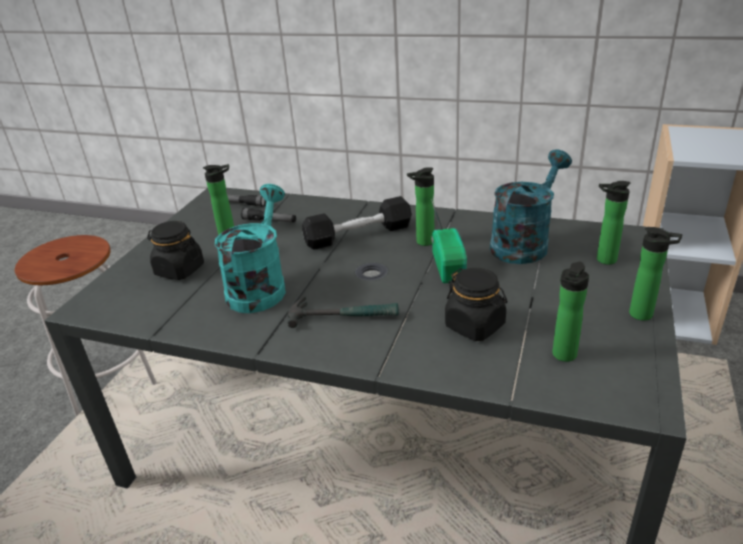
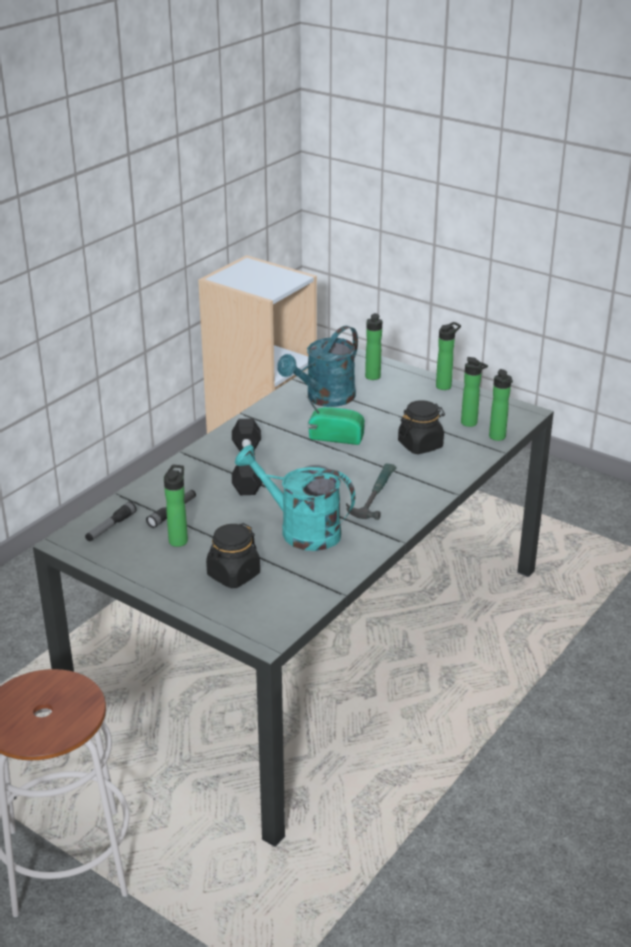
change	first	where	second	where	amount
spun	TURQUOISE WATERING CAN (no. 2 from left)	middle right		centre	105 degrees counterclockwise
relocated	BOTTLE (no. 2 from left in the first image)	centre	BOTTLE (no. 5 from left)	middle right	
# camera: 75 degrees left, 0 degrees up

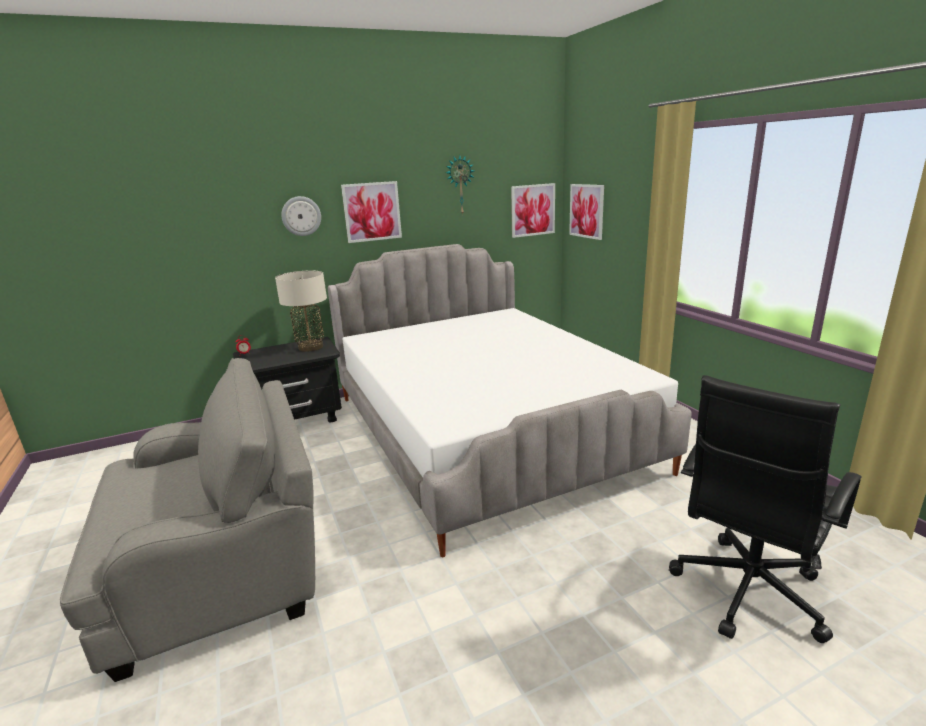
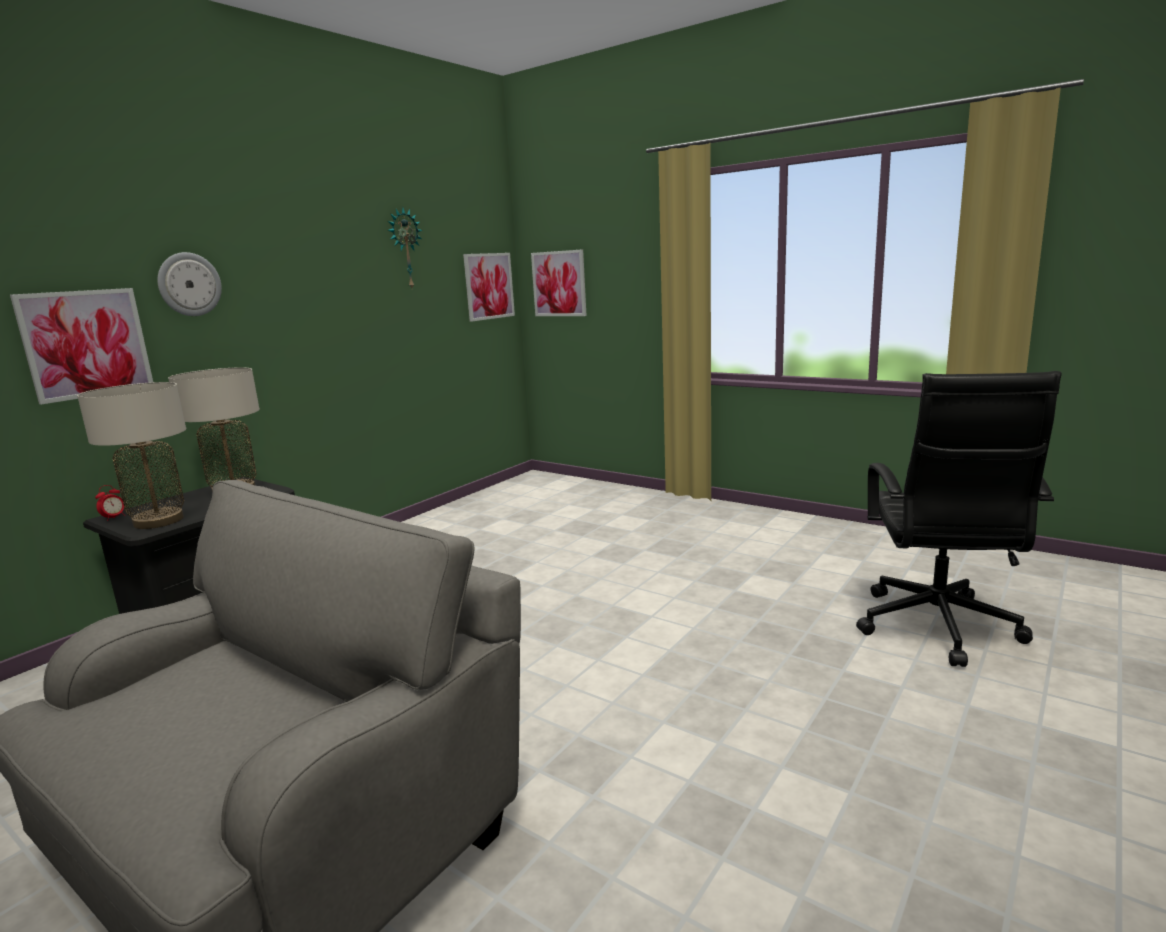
change	first	where	second	where	amount
relocated	PICTURE (no. 1 from left)	top centre		middle left	
missing	BED	centre			
appeared			TABLE LAMP (no. 1 from left)	middle left	
# camera: 30 degrees left, 5 degrees down

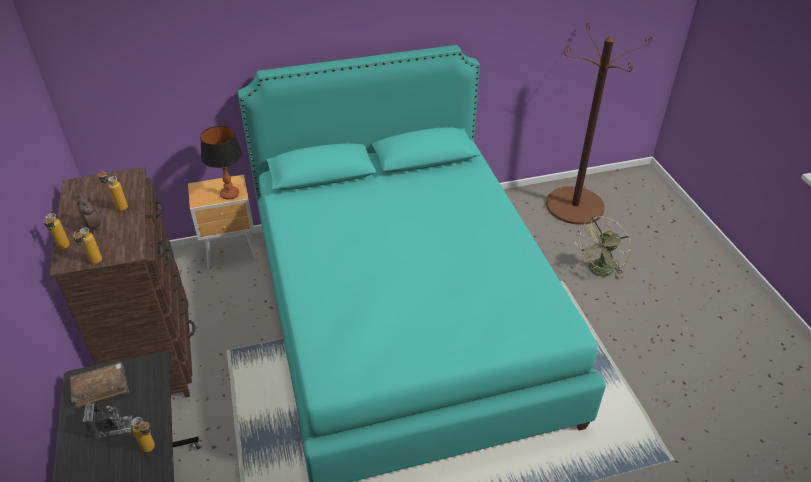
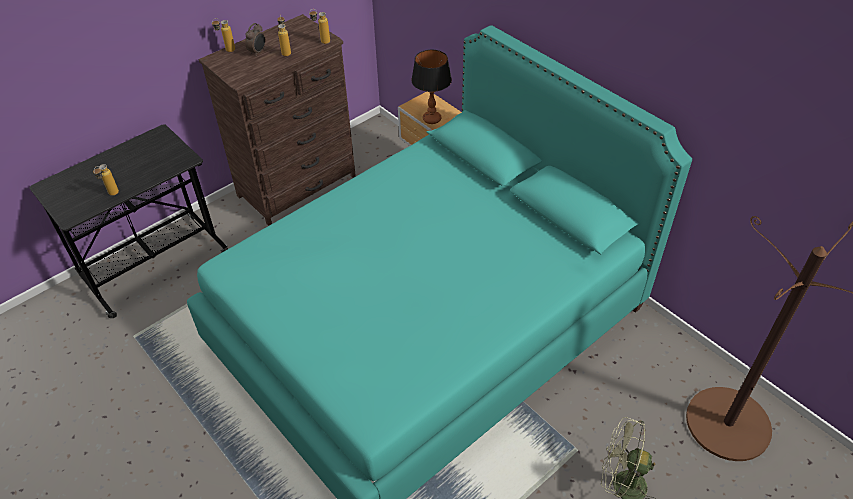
change	first	where	second	where	amount
relocated	BOTTLE (no. 2 from left in the first image)	middle left	BOTTLE (no. 4 from left)	top centre	
missing	BROWN BOOK	bottom left			
missing	PHOTO CAMERA	bottom left			
# camera: 65 degrees right, 5 degrees up

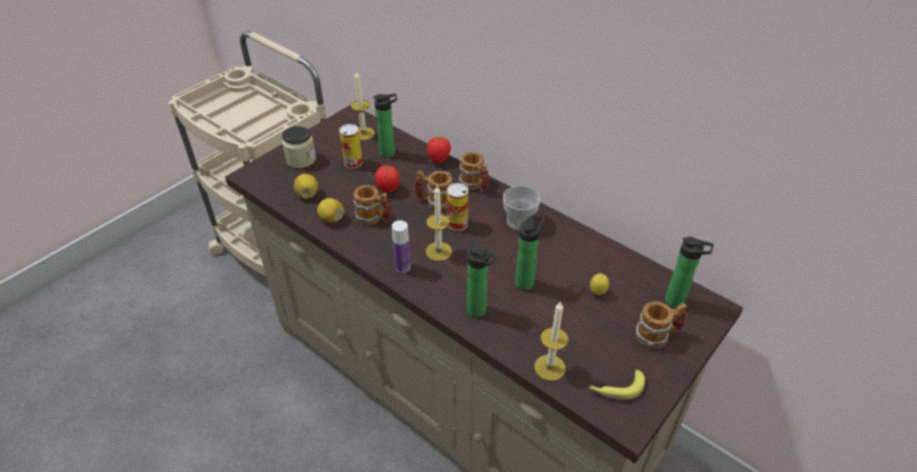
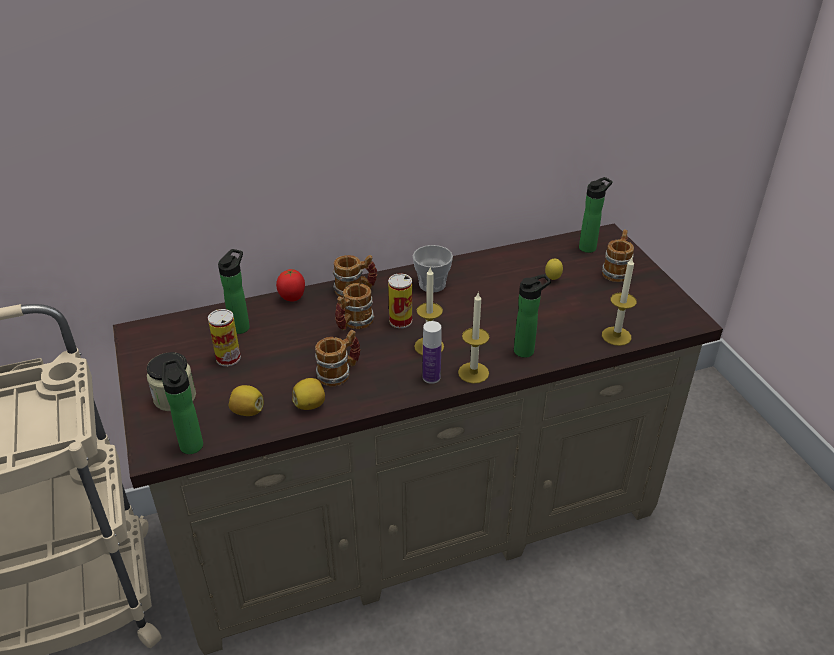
change	first	where	second	where	amount
relocated	CANDLE (no. 1 from left in the first image)	top centre	CANDLE (no. 2 from left)	centre	
missing	TOMATO (no. 1 from left)	centre			
relocated	BOTTLE (no. 4 from left in the first image)	centre	BOTTLE (no. 1 from left)	middle left	
missing	BANANA	bottom right			
# camera: 60 degrees left, 5 degrees down

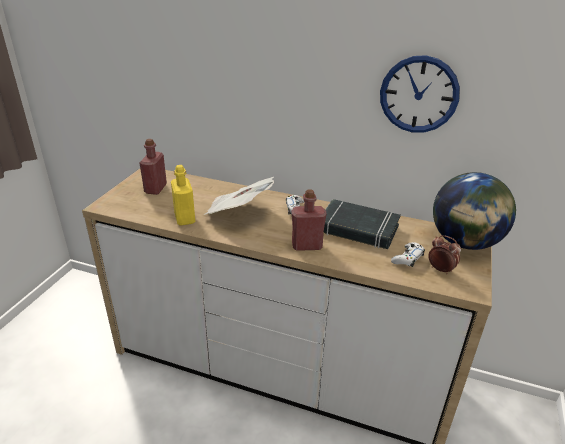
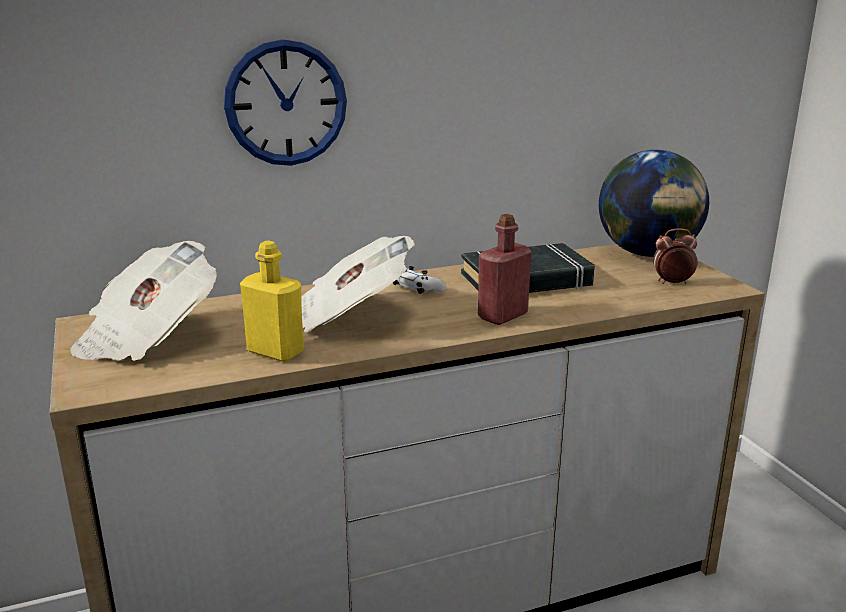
change	first	where	second	where	amount
relocated	WALL CLOCK	top right		top centre	
exchanged	RED BOTTLE (no. 1 from left)	middle left	NEWSPAPER (no. 1 from left)	middle left	
missing	WHITE GAME CONTROLLER (no. 2 from left)	middle right			
# camera: 40 degrees left, 10 degrees down

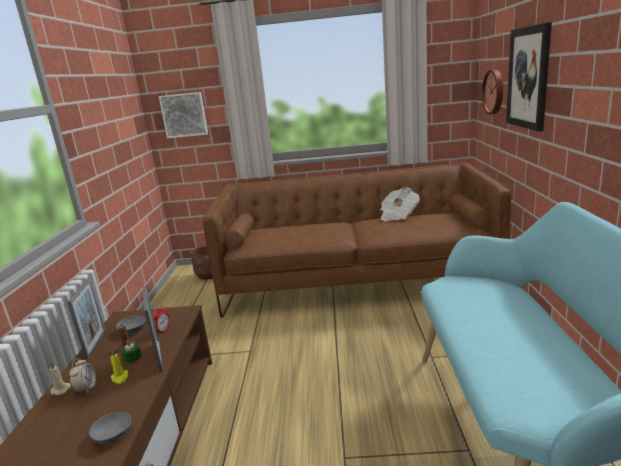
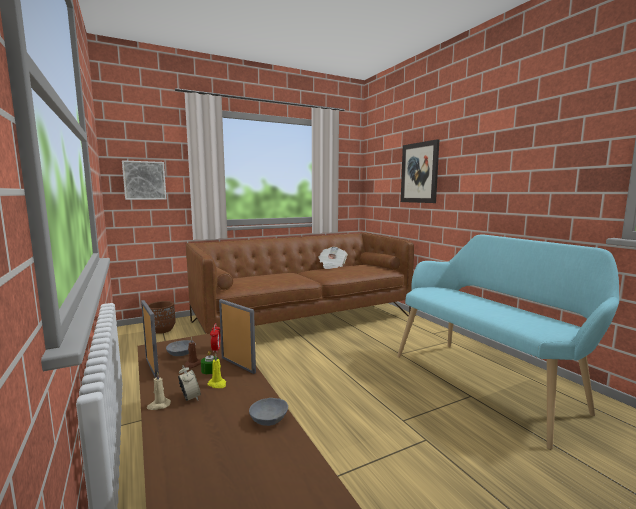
change	first	where	second	where	amount
missing	WALL CLOCK	top right			
# camera: 30 degrees left, 10 degrees down

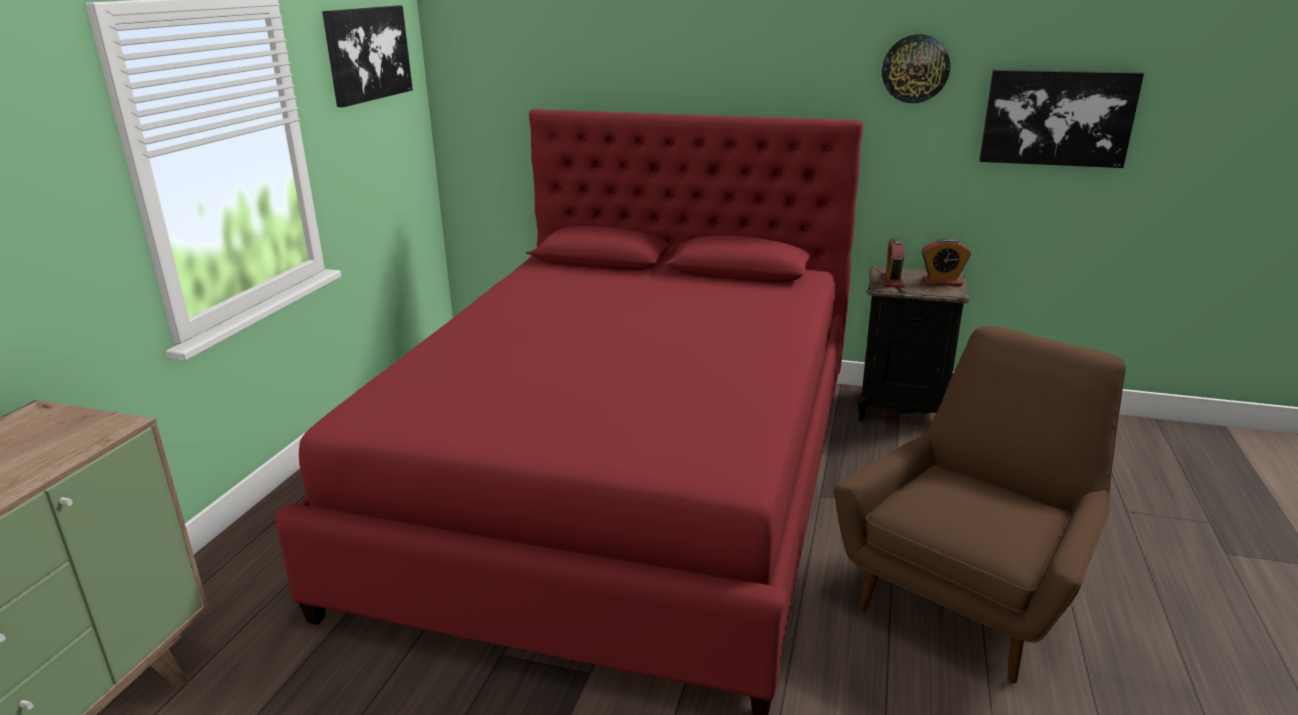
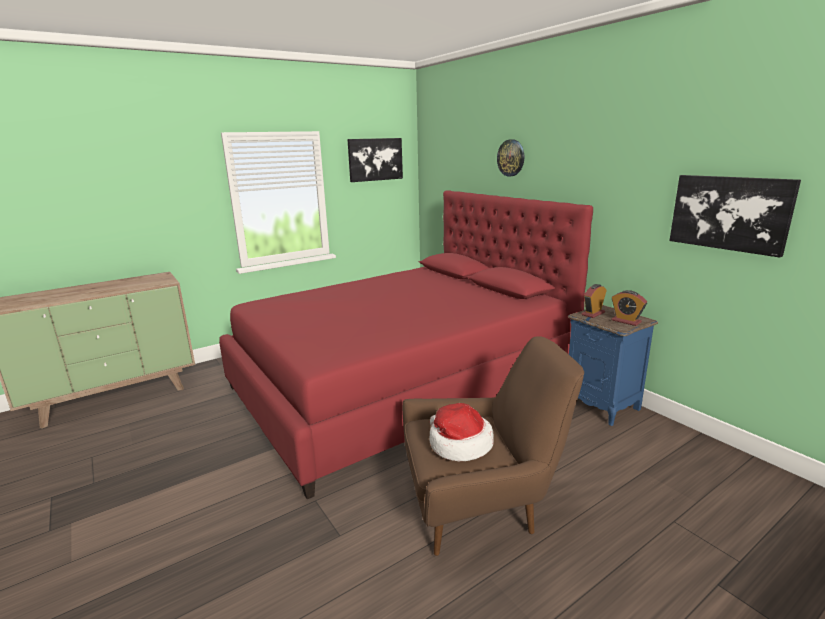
change	first	where	second	where	amount
relocated	WALL CLOCK	top right		top centre	
colour	BLACK NIGHTSTAND	middle right	BLUE NIGHTSTAND	middle right	
appeared			HAT	bottom centre	
# camera: 40 degrees right, 5 degrees down

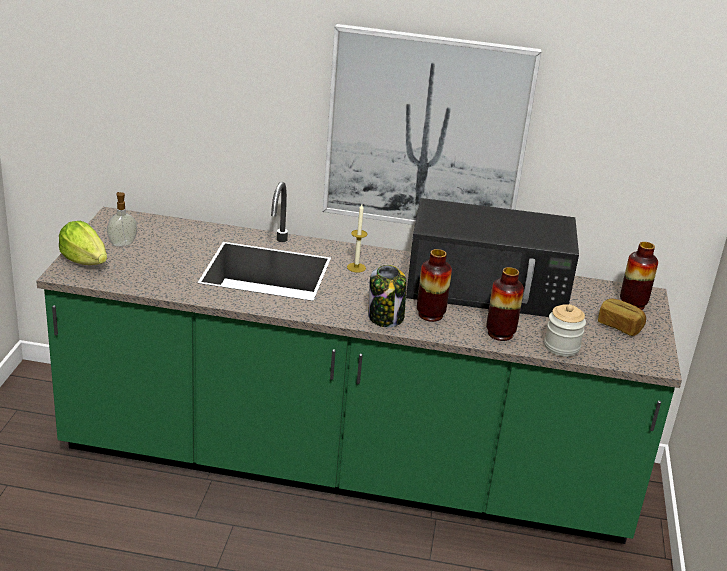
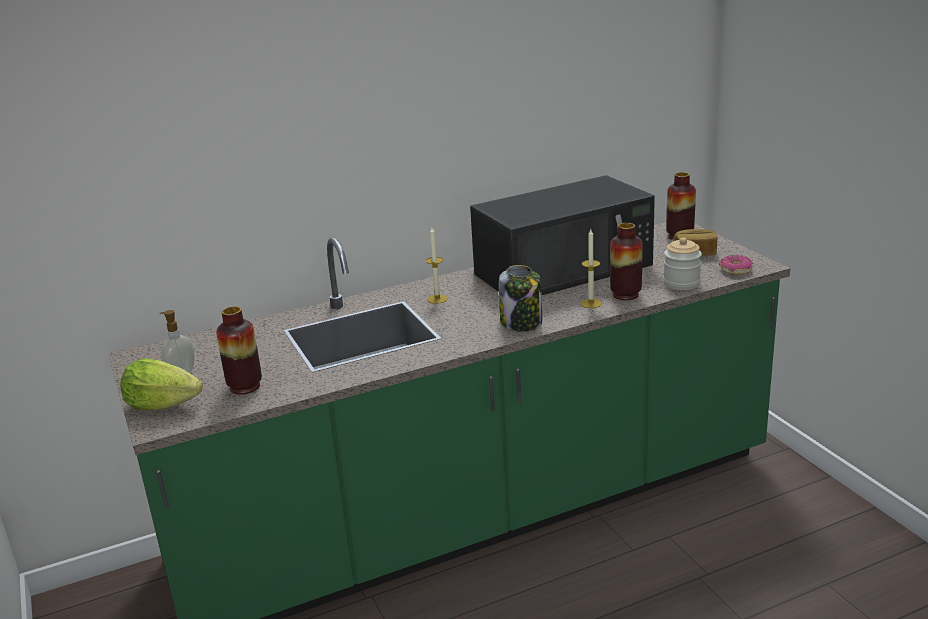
change	first	where	second	where	amount
missing	PICTURE	top centre			
relocated	VASE (no. 1 from left)	centre		middle left	
appeared			CANDLE (no. 2 from left)	centre	
appeared			DONUT	middle right	
# camera: 30 degrees left, 5 degrees down

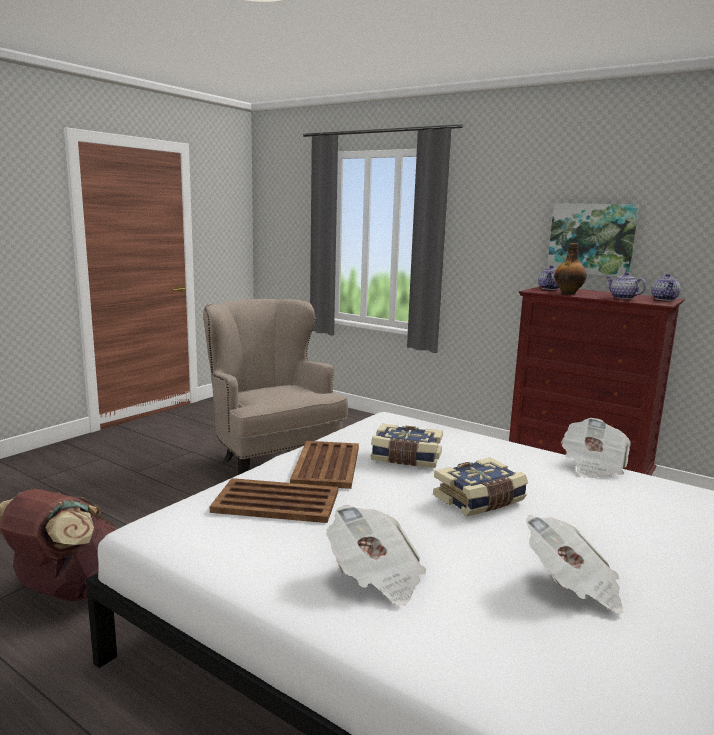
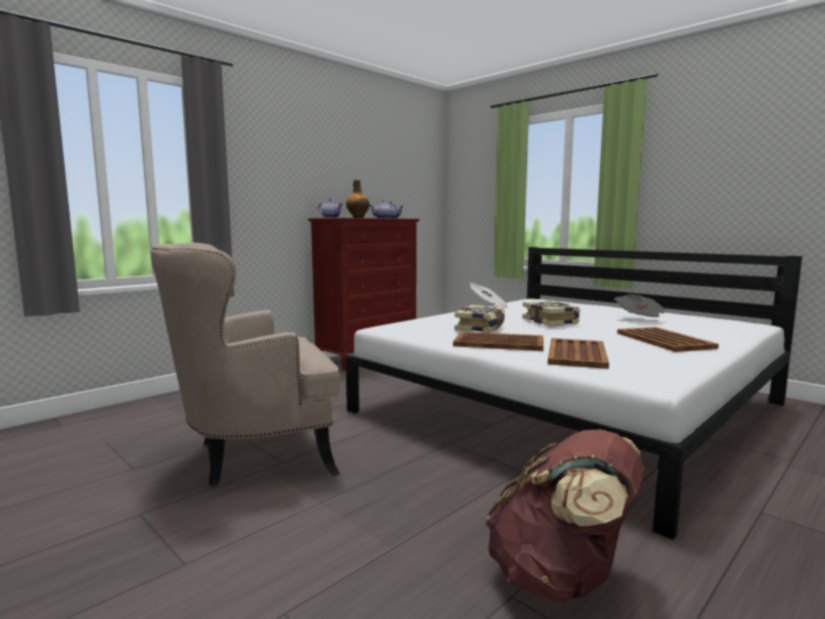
change	first	where	second	where	amount
missing	PICTURE	top right			
exchanged	NEWSPAPER (no. 1 from left)	bottom centre	BROWN TRAY (no. 3 from left)	middle right	
# camera: 80 degrees left, 5 degrees down

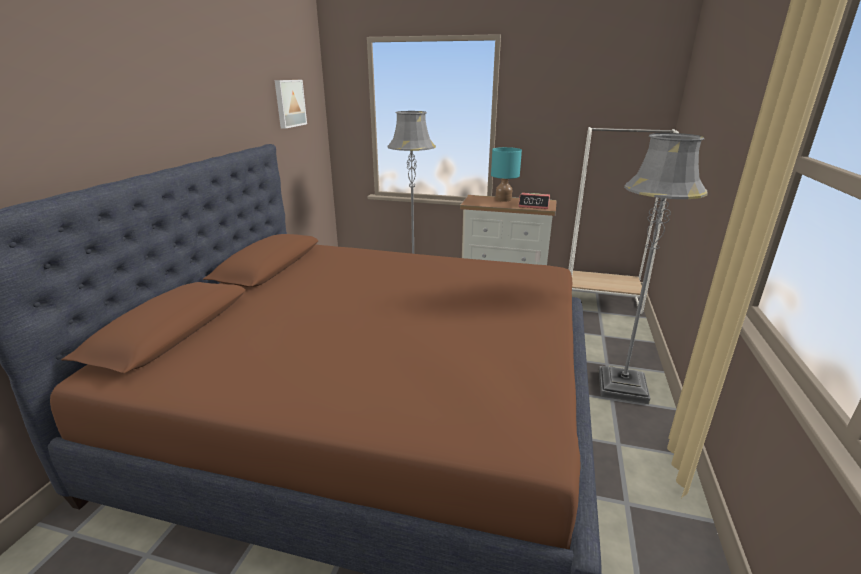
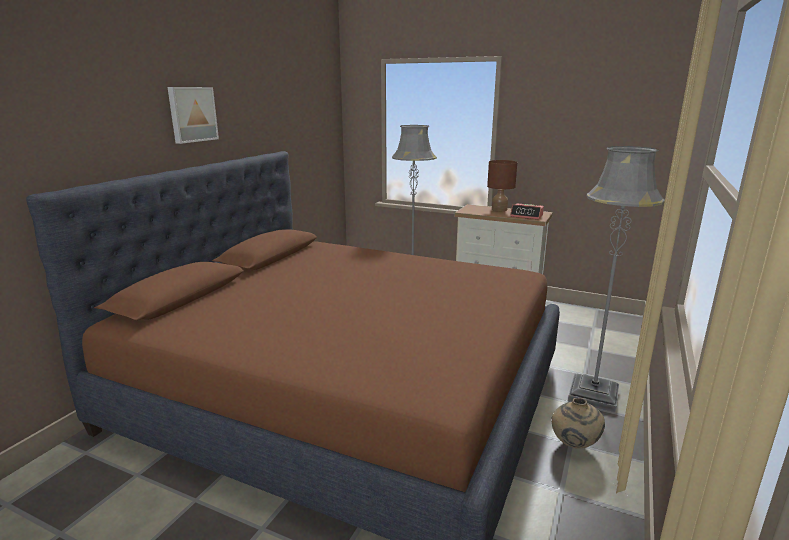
change	first	where	second	where	amount
relocated	PICTURE	top centre		top left	
missing	CLOTHES RACK	middle right			
colour	TURQUOISE TABLE LAMP	top centre	BROWN TABLE LAMP	centre	
appeared			BEIGE VASE	bottom right	
# camera: 10 degrees right, 5 degrees down

